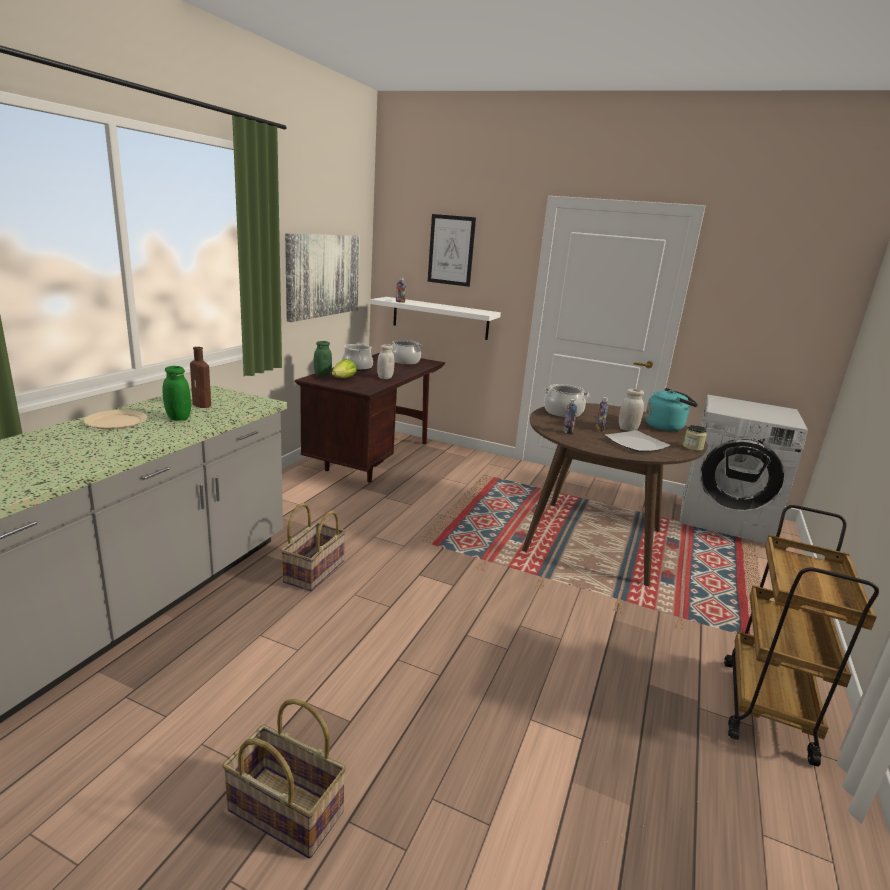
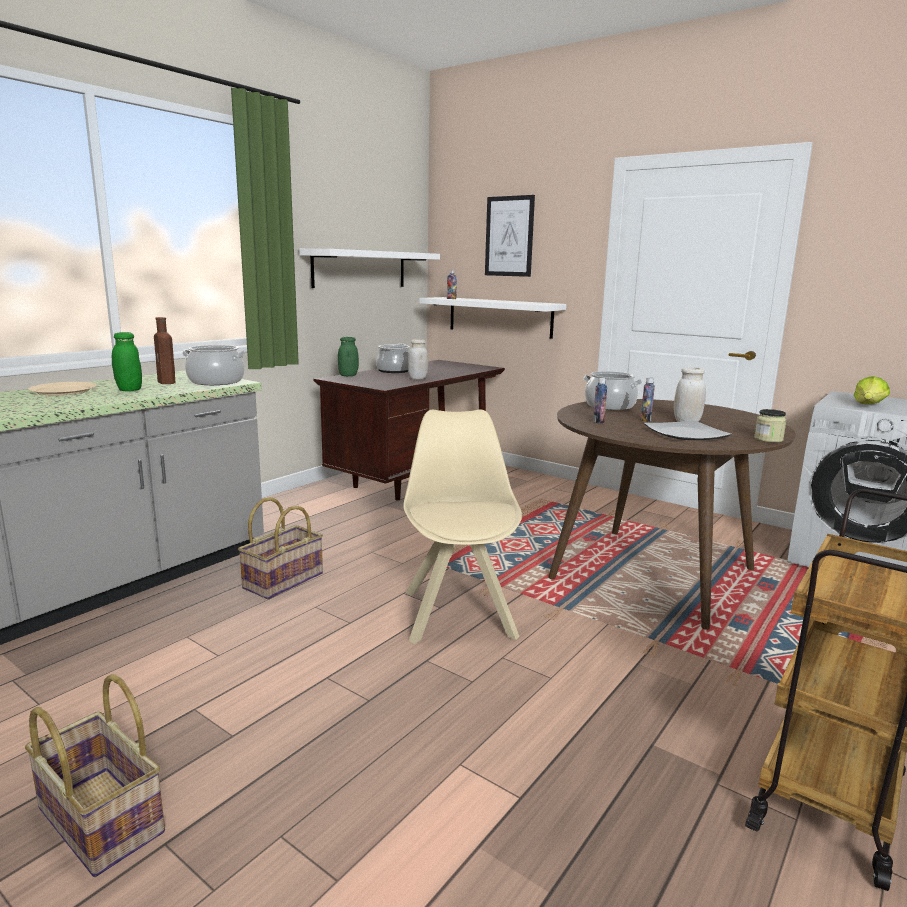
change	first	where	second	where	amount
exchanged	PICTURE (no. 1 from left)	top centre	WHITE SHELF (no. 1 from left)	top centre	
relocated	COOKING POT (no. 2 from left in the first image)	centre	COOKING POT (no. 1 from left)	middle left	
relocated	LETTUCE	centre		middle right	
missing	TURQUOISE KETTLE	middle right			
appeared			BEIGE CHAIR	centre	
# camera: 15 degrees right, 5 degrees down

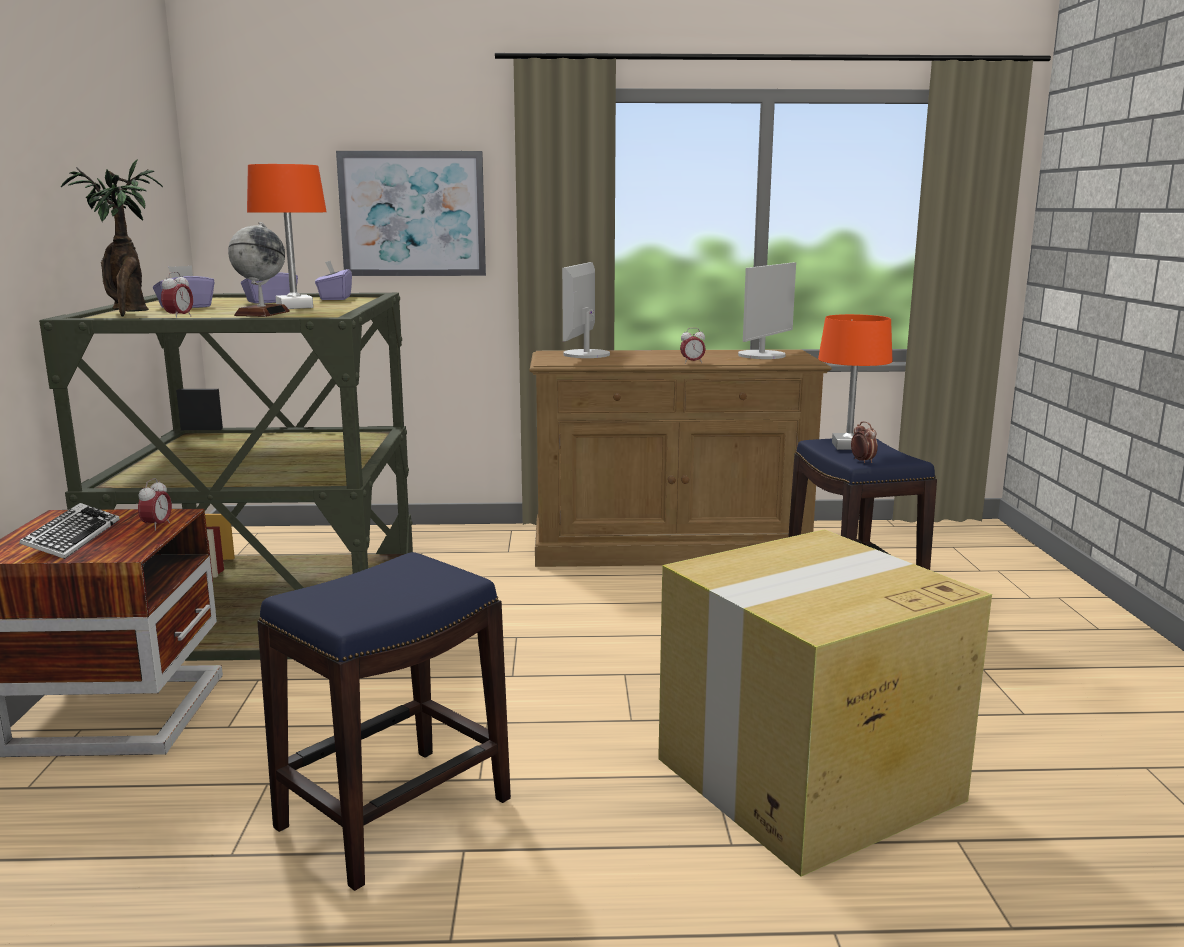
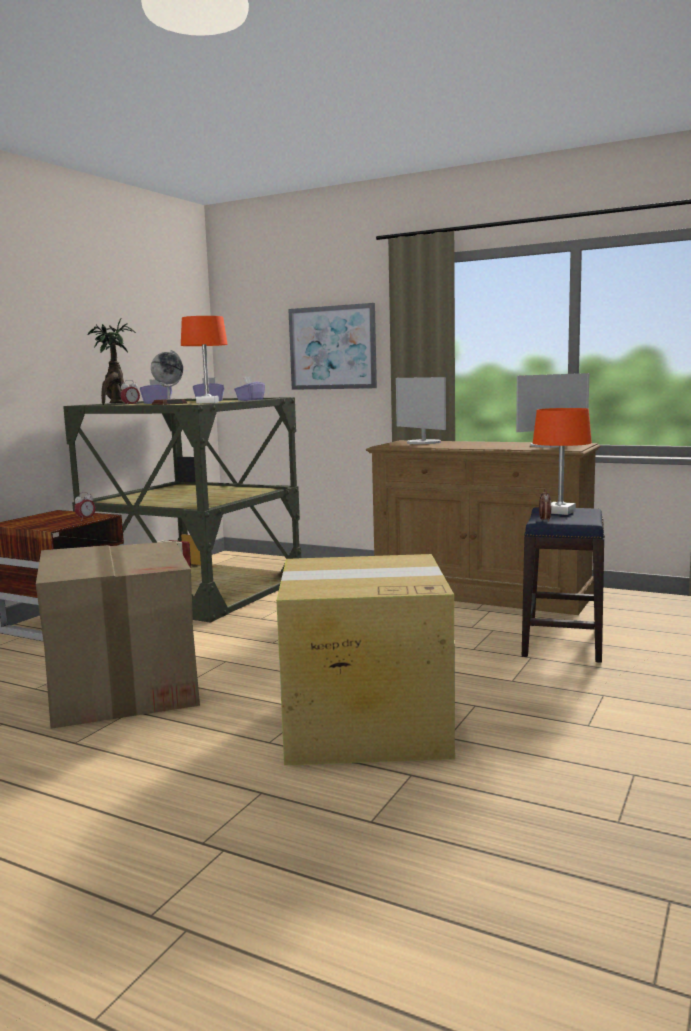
change	first	where	second	where	amount
spun	MONITOR (no. 1 from left)	top centre		centre	75 degrees counterclockwise
missing	ALARM CLOCK (no. 3 from left)	centre			
missing	KEYBOARD	middle left			
exchanged	STOOL (no. 1 from left)	bottom left	CARDBOARD BOX (no. 1 from left)	middle left	
# camera: 30 degrees right, 5 degrees down

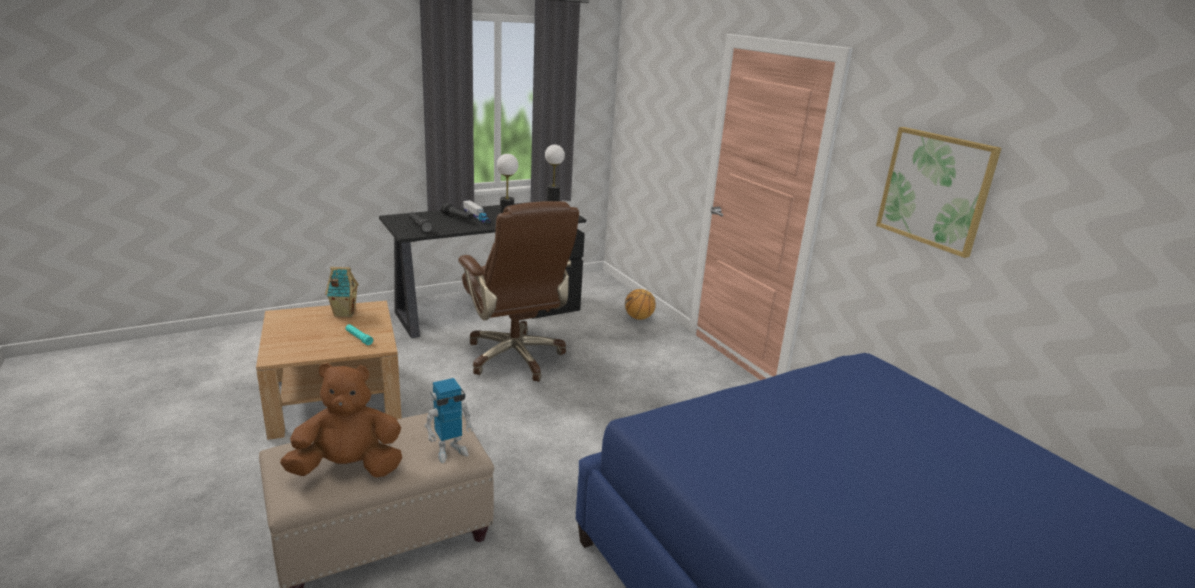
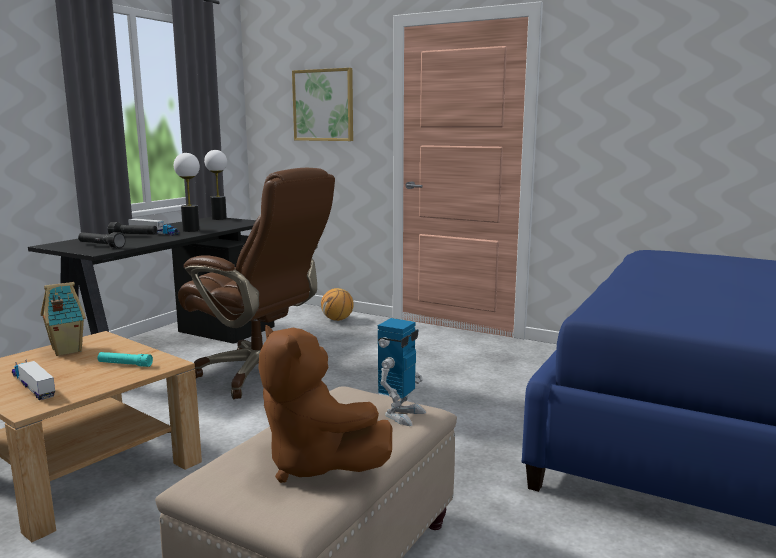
change	first	where	second	where	amount
relocated	PICTURE	top right		top centre	
spun	BROWN PLUSH TOY	bottom left		bottom centre	90 degrees counterclockwise
appeared			TOY TRUCK (no. 1 from left)	bottom left	
# camera: 30 degrees left, 10 degrees down

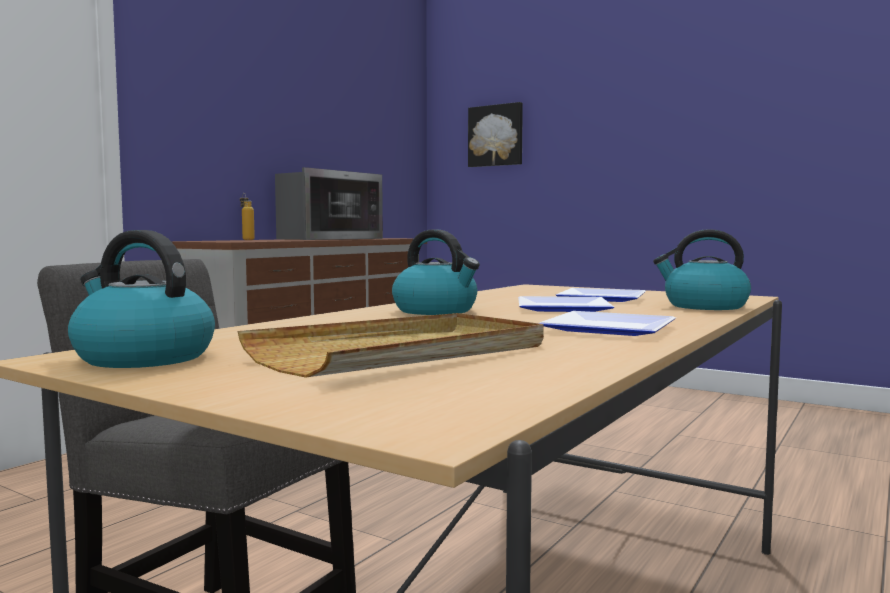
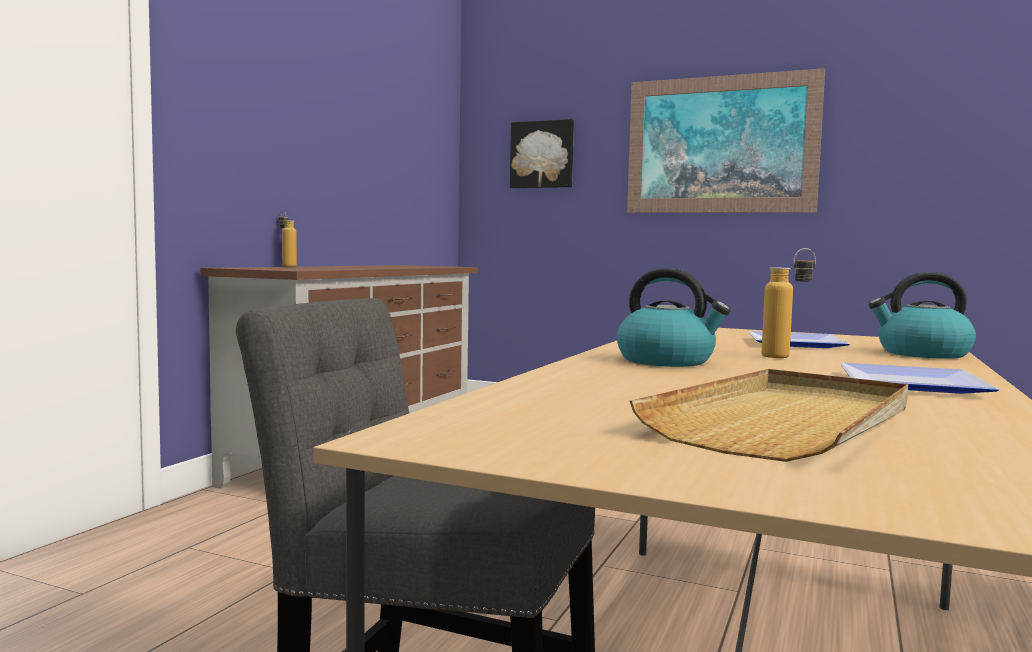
change	first	where	second	where	amount
missing	MICROWAVE	centre			
missing	KETTLE (no. 1 from left)	middle left			
exchanged	PLATE (no. 1 from left)	centre	BOTTLE (no. 2 from left)	middle right	
appeared			PICTURE (no. 2 from left)	top right	
# camera: 10 degrees left, 0 degrees up

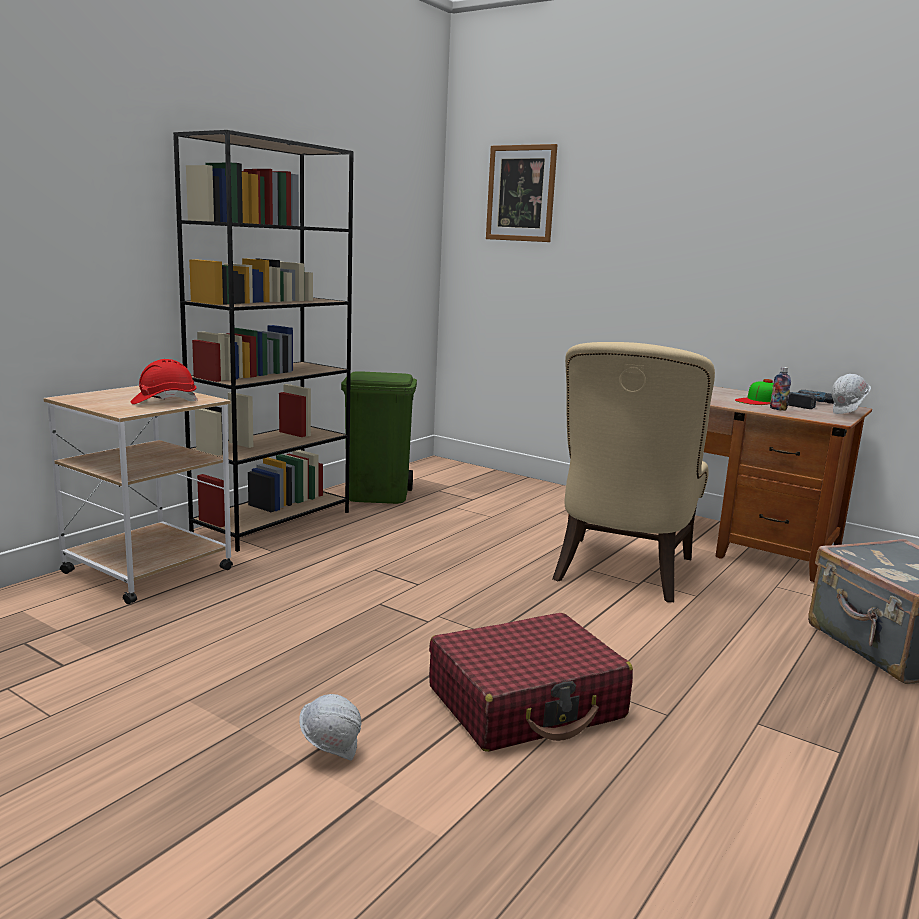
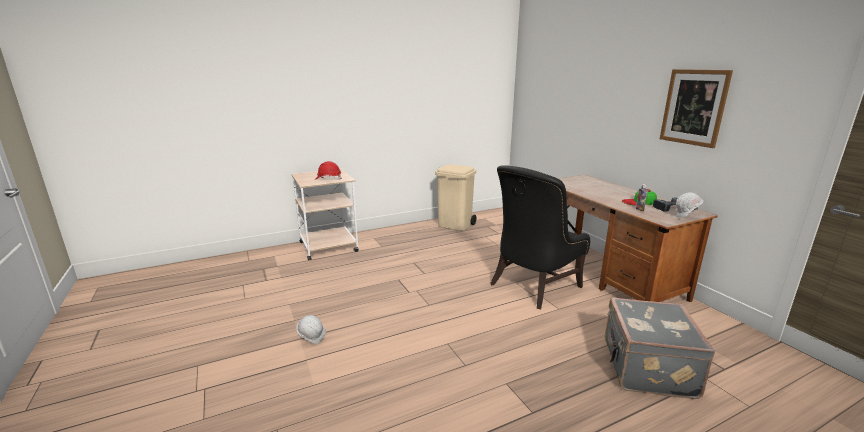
change	first	where	second	where	amount
missing	BEIGE BOOKCASE	middle left			
relocated	PICTURE	top centre		top right	
colour	BEIGE CHAIR	middle right	BLACK CHAIR	centre	
colour	GREEN TRASH CAN	centre	BEIGE TRASH CAN	centre	
missing	RED SUITCASE	bottom centre			
# camera: 30 degrees right, 5 degrees up

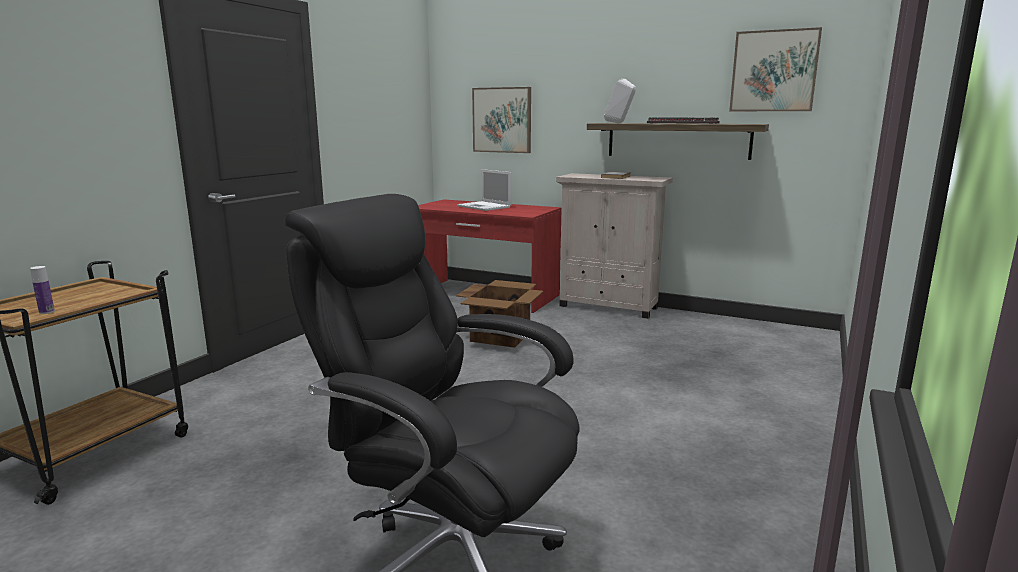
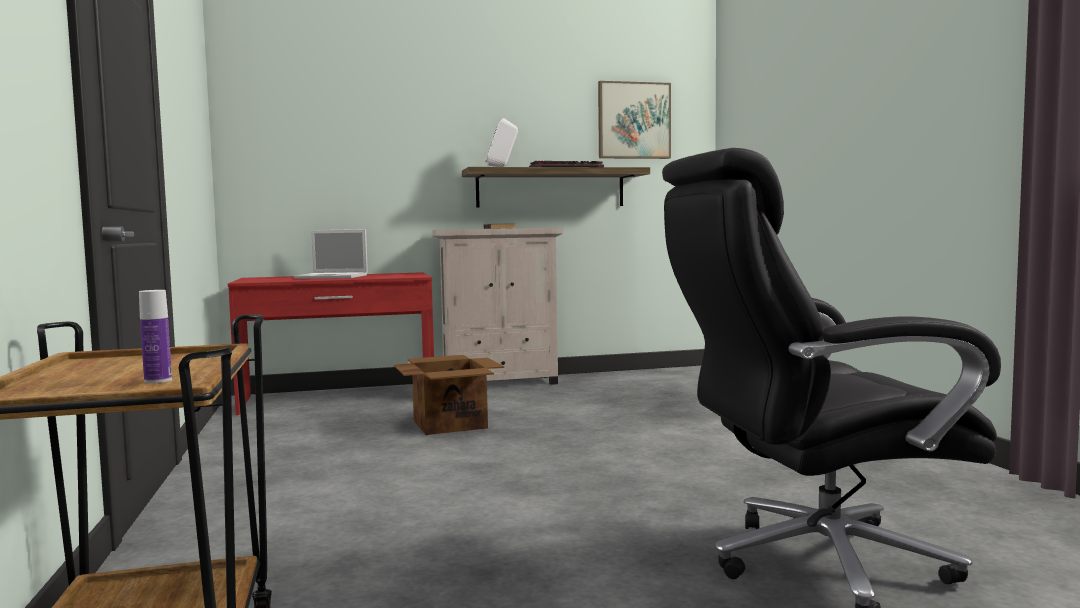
change	first	where	second	where	amount
missing	PICTURE (no. 1 from left)	top centre			
# camera: 40 degrees left, 10 degrees down

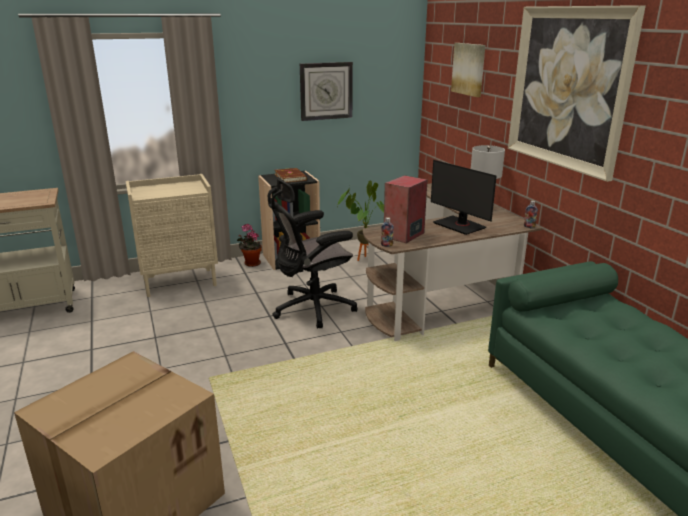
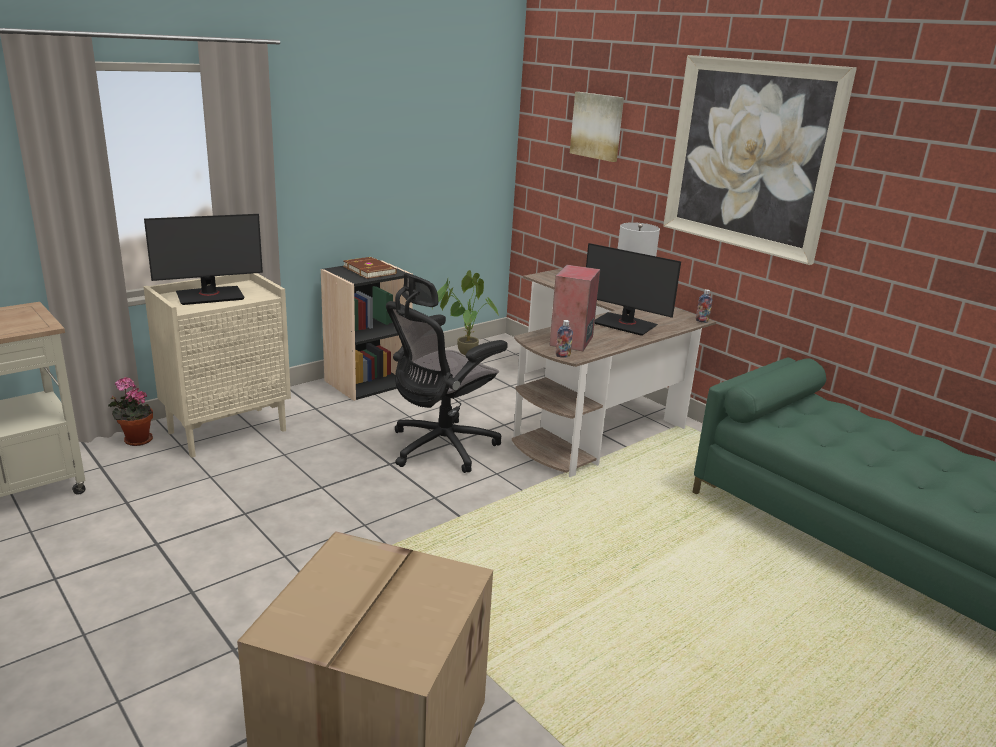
change	first	where	second	where	amount
missing	WALL CLOCK	top centre			
relocated	POTTED PLANT (no. 1 from left)	centre		middle left	
appeared			MONITOR (no. 1 from left)	middle left	
# camera: 20 degrees left, 0 degrees up

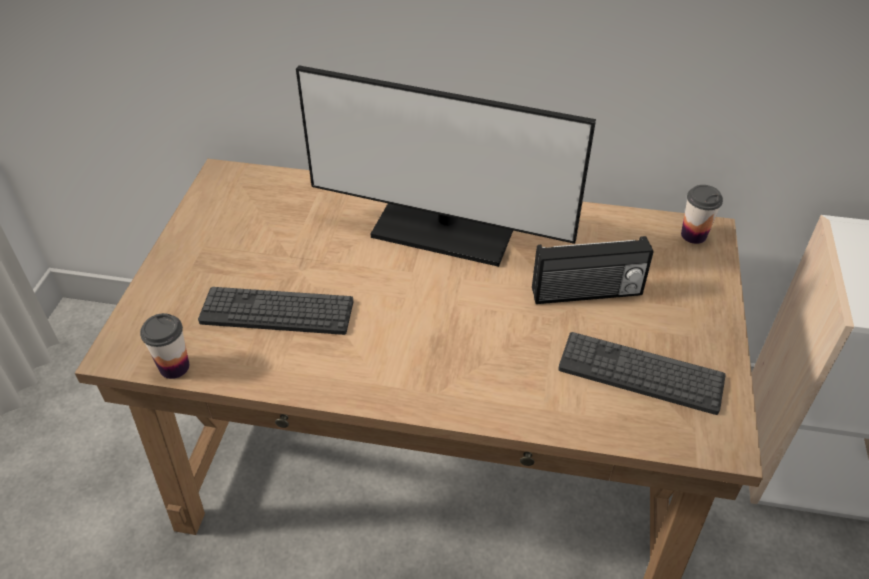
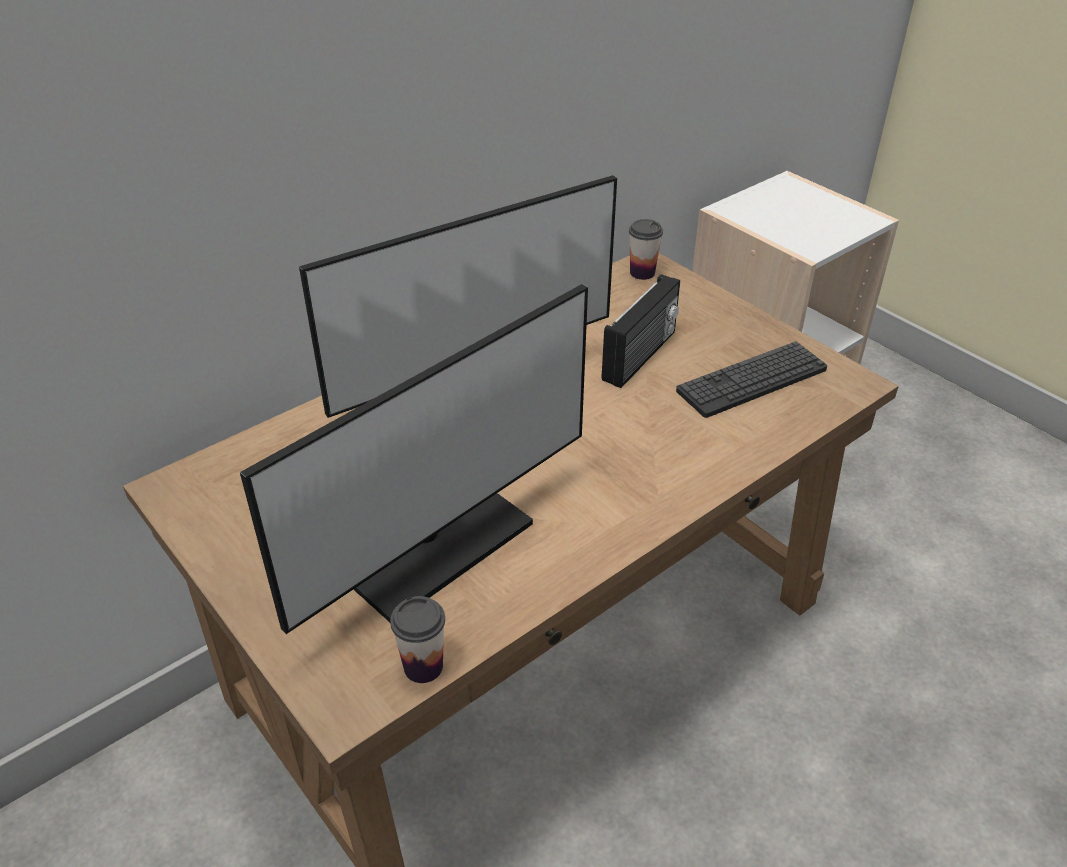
change	first	where	second	where	amount
exchanged	KEYBOARD (no. 1 from left)	middle left	MONITOR (no. 1 from left)	centre	
# camera: 50 degrees left, 5 degrees down

